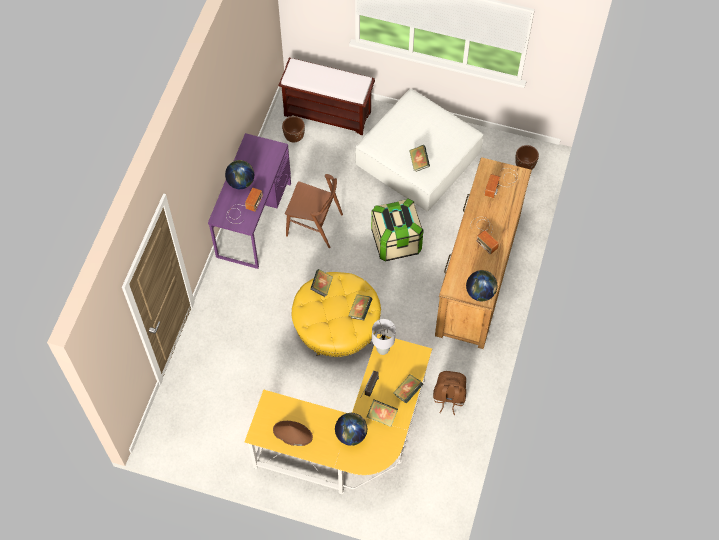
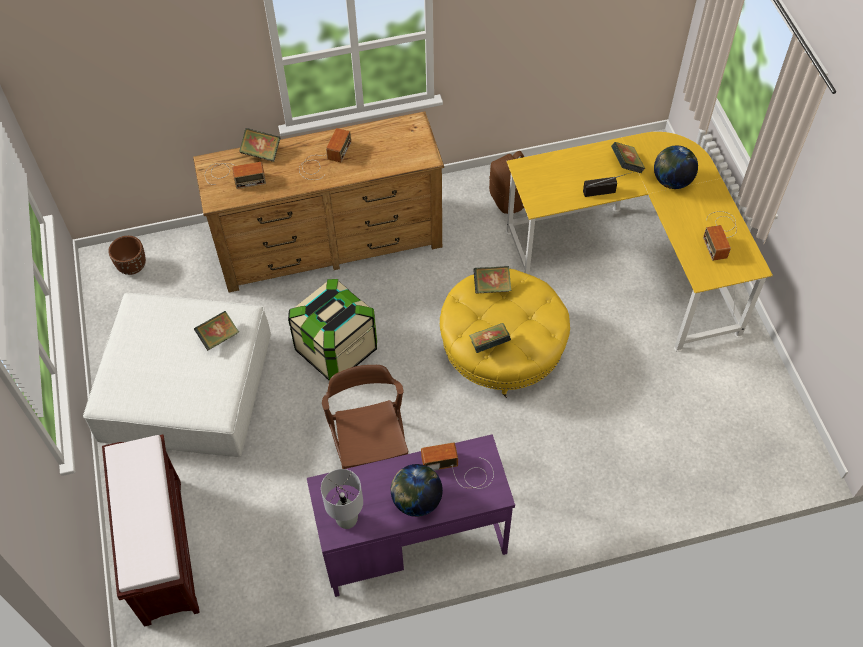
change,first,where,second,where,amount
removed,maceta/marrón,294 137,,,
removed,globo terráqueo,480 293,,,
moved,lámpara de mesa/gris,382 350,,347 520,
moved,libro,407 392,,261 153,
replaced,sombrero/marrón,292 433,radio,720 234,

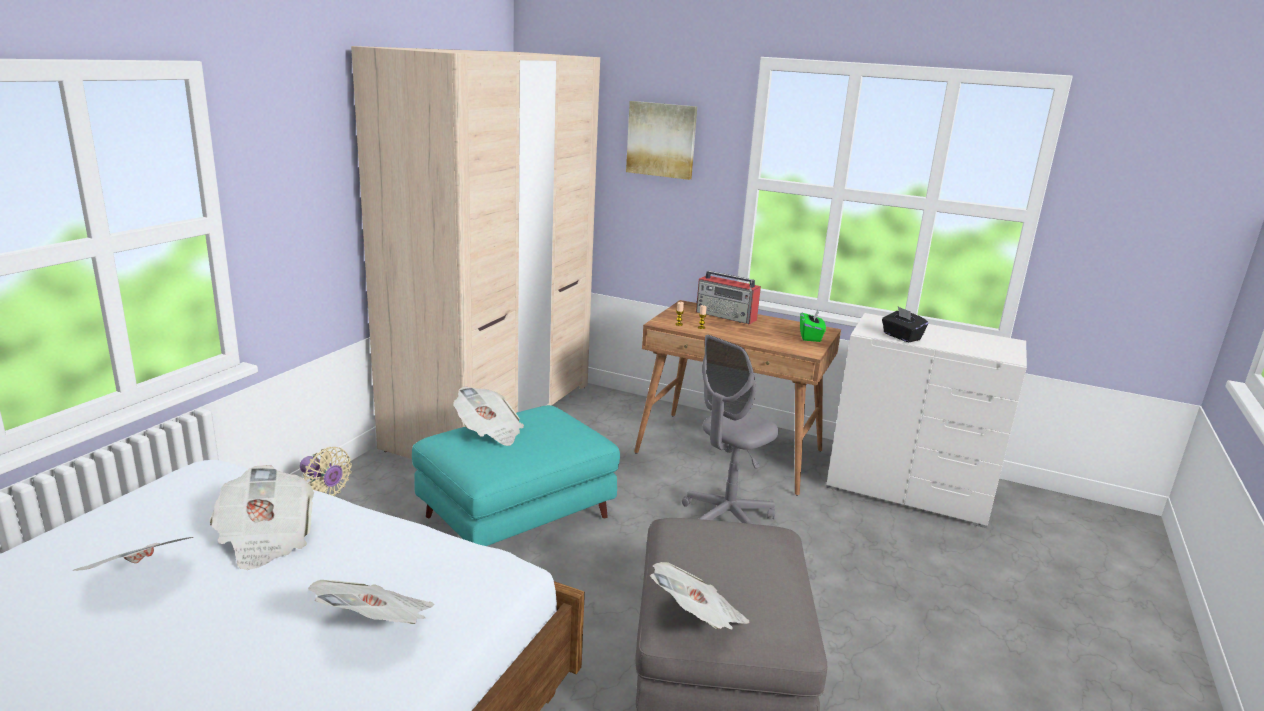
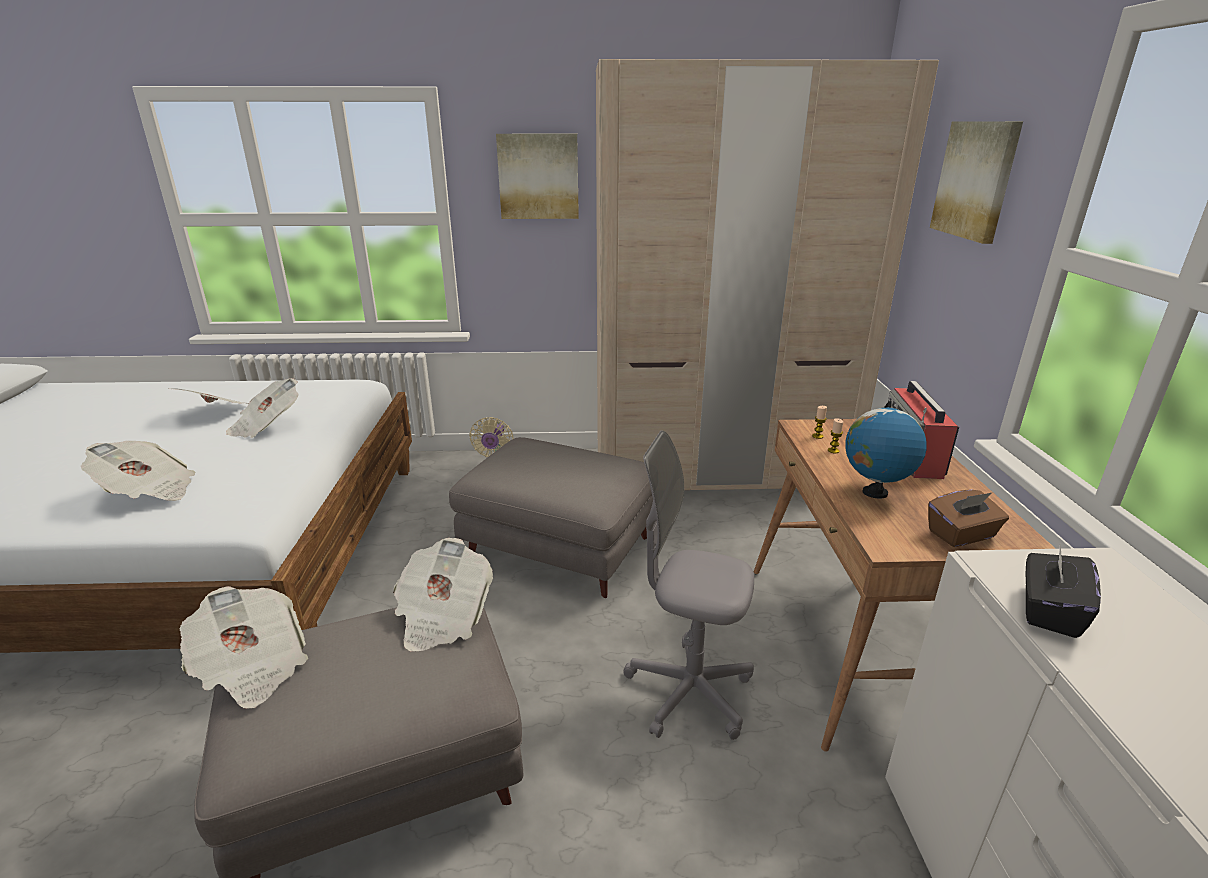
change,first,where,second,where,amount
added,,,cuadro,538 176,
added,,,globo terráqueo,874 493,
moved,periódico,489 432,,443 616,
recoloured,puf/turquesa,517 517,puf/gris,560 547,
recoloured,caja de pañuelos/verde,810 337,caja de pañuelos/marrón,961 535,

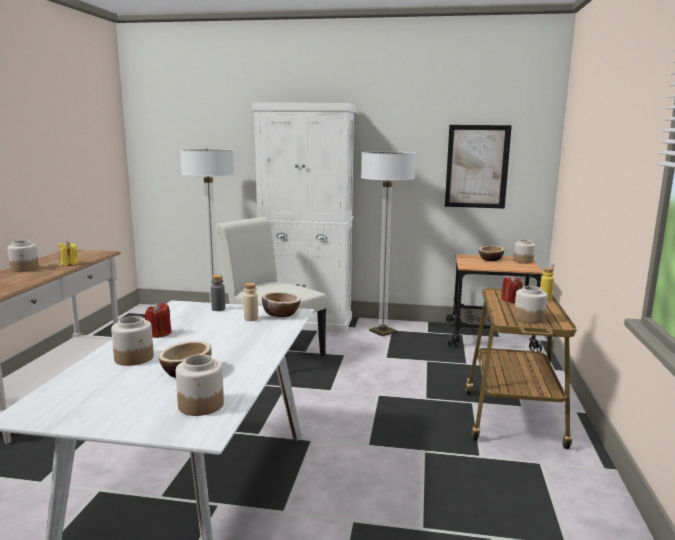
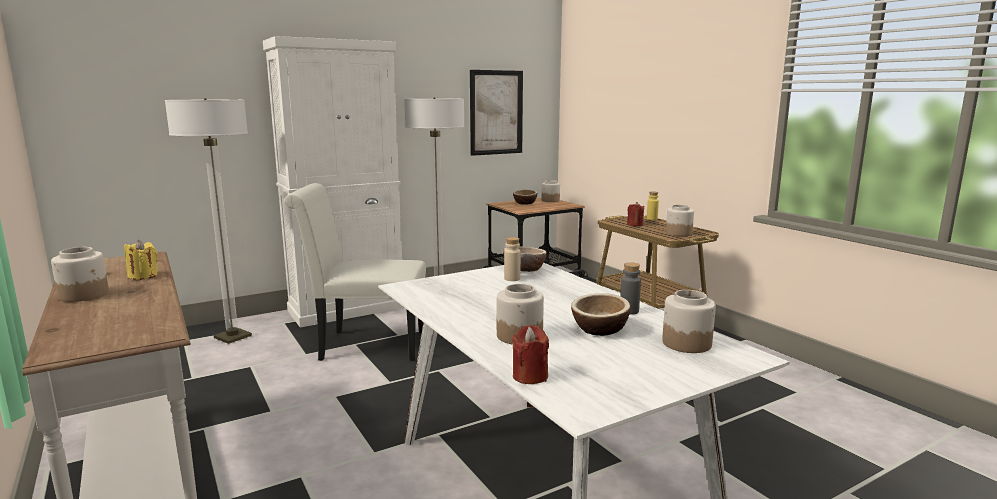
change,first,where,second,where,amount
moved,vela/rojo,159 334,,530 376,
moved,botella/gris,218 309,,629 311,

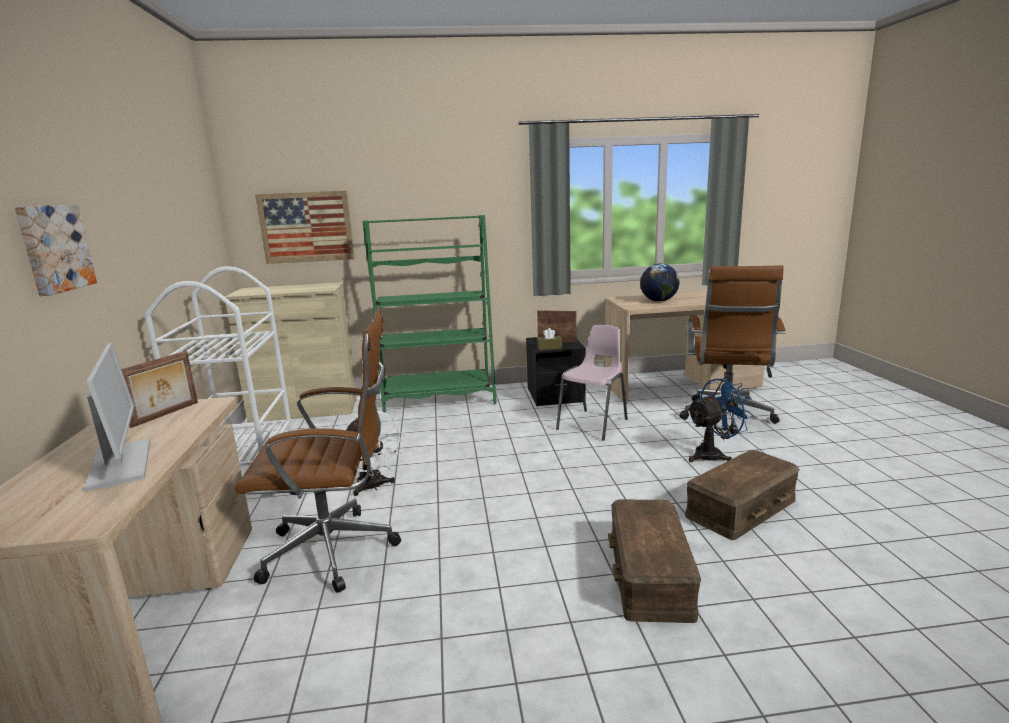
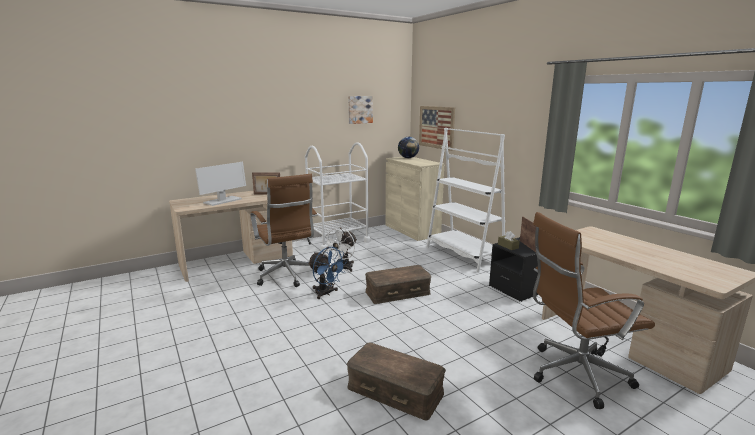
change,first,where,second,where,amount
removed,silla/rosa,594 424,,,
moved,cuadro,54 248,,360 109,
moved,caja de almacenaje/marrón,648 574,,397 292,
moved,globo terráqueo,658 301,,408 158,
moved,ventilador/azul,713 455,,326 293,
recoloured,estantería/verde,438 399,estantería/blanco,464 255,

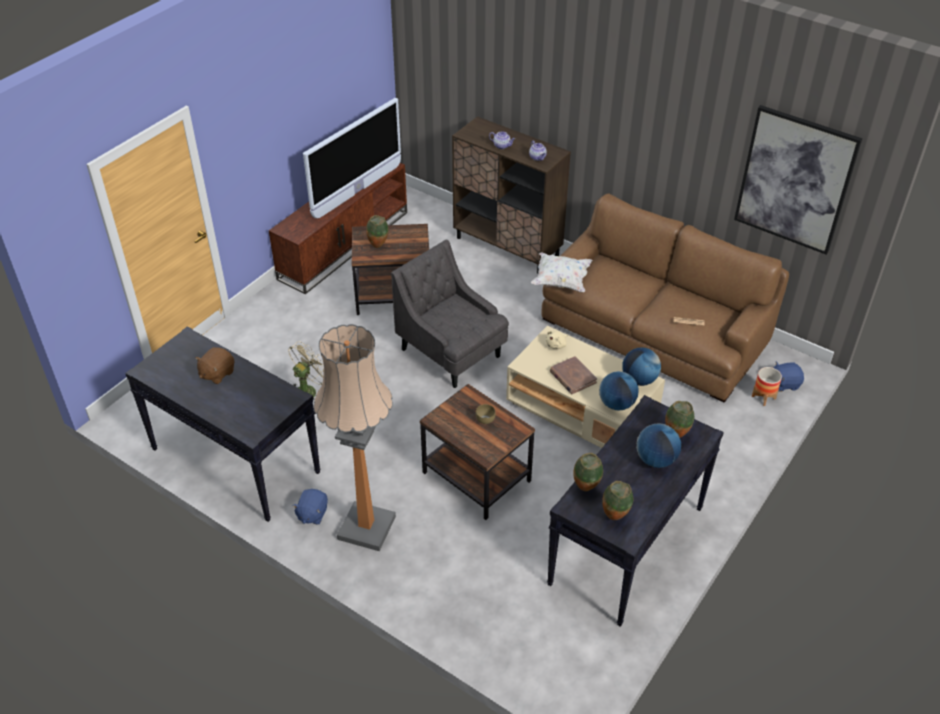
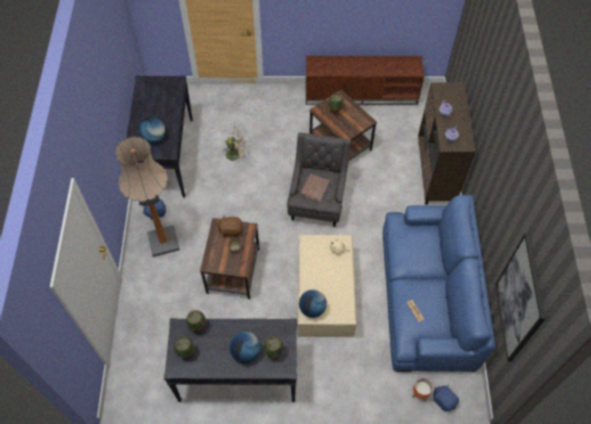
change,first,where,second,where,amount
removed,televisor,357 191,,,
removed,cojín/blanco,561 281,,,
moved,peluche/marrón,217 373,,230 230,
moved,libro/marrón,572 377,,314 188,
moved,globo terráqueo,639 380,,154 137,
recoloured,sofá/marrón,653 332,sofá/azul,427 297,

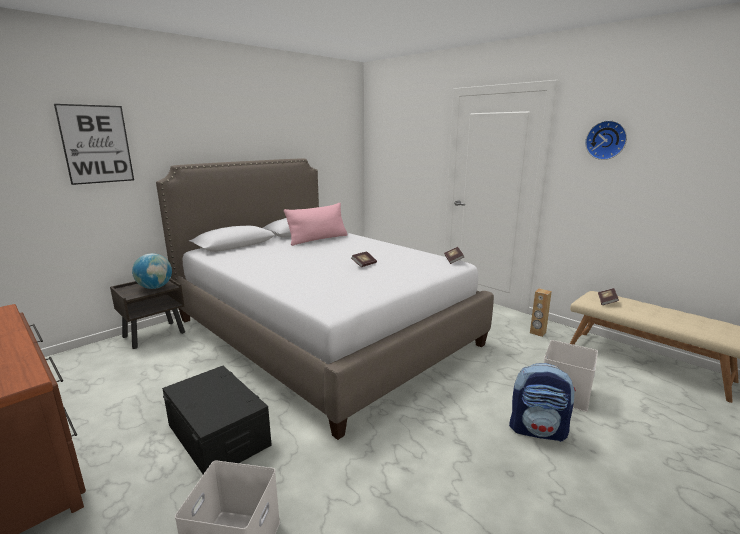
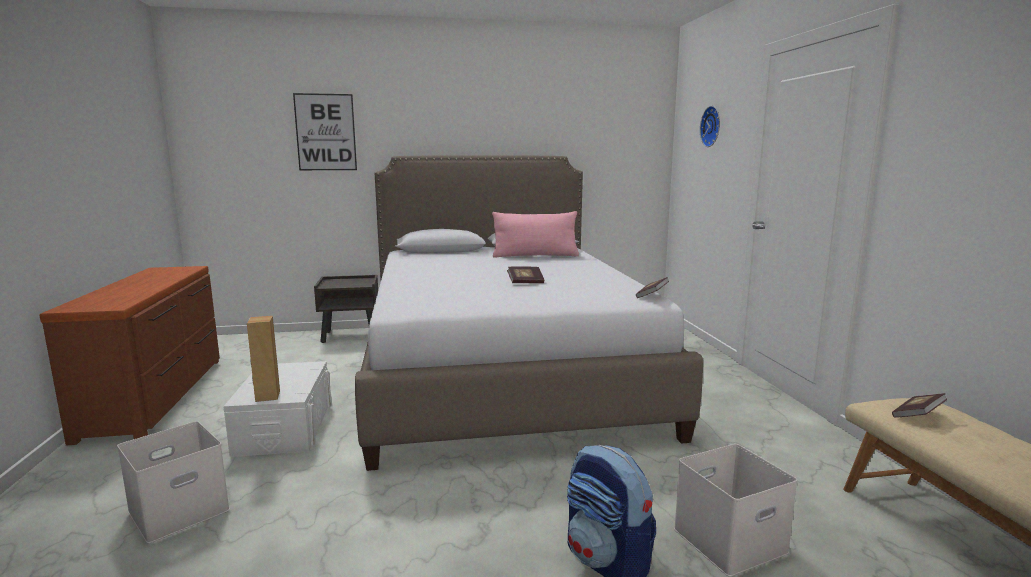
change,first,where,second,where,amount
removed,globo terráqueo,155 287,,,
moved,altavoz/marrón,537 333,,267 396,
moved,reloj de pared,606 140,,712 126,
recoloured,caja de almacenaje/negro,218 435,caja de almacenaje/blanco,284 427,

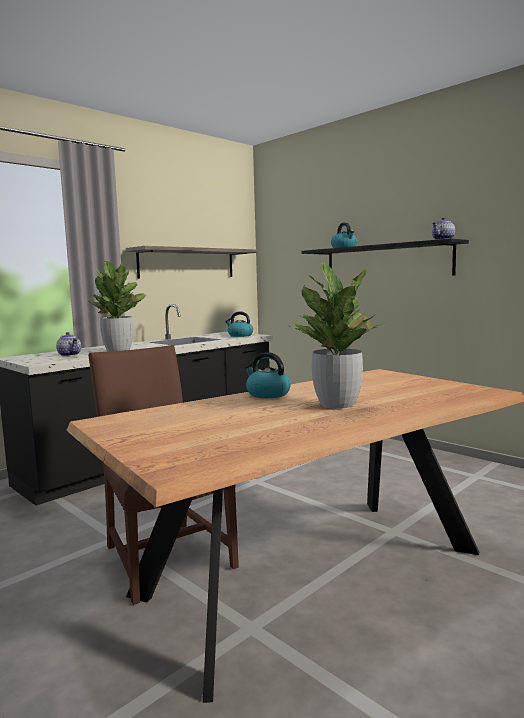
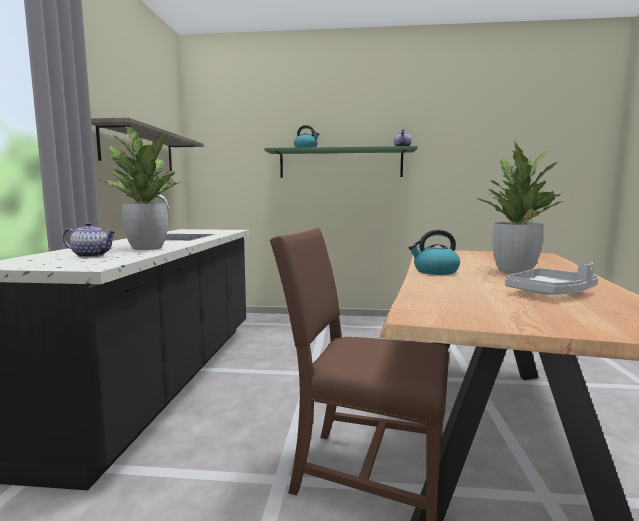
change,first,where,second,where,amount
removed,hervidor,240 335,,,
added,,,bandeja/gris,550 293,
recoloured,estante/negro,386 261,estante/verde,340 164,

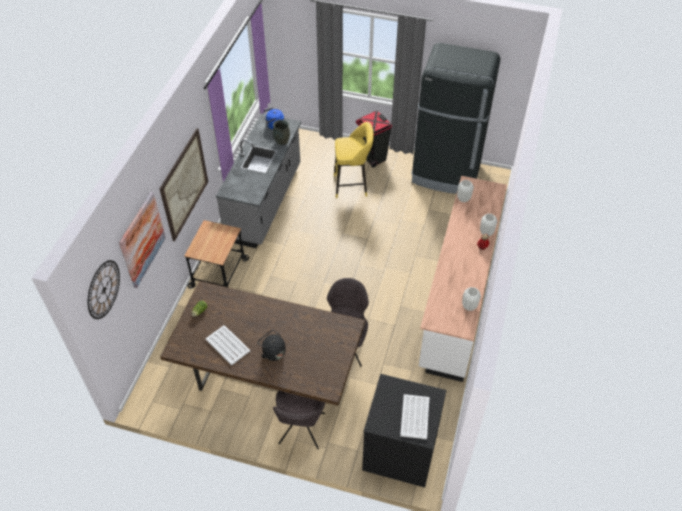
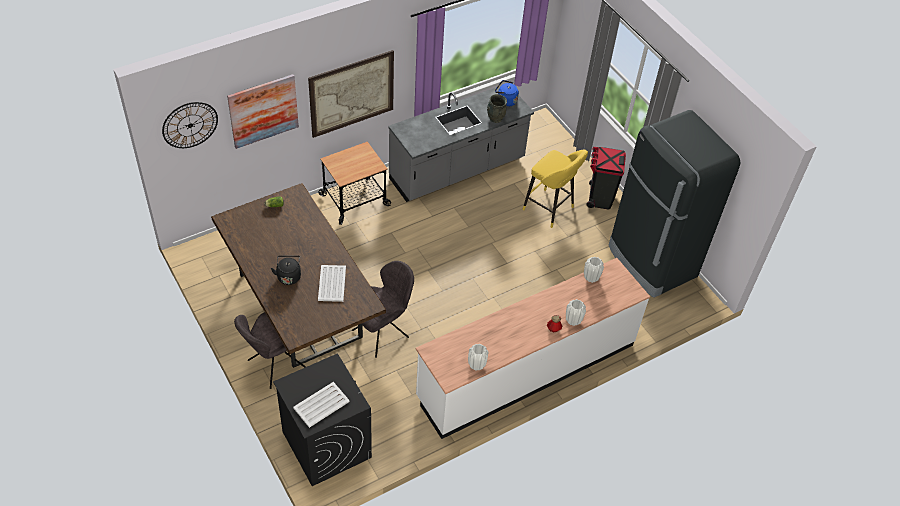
change,first,where,second,where,amount
moved,bandeja/blanco,227 345,,332 283,

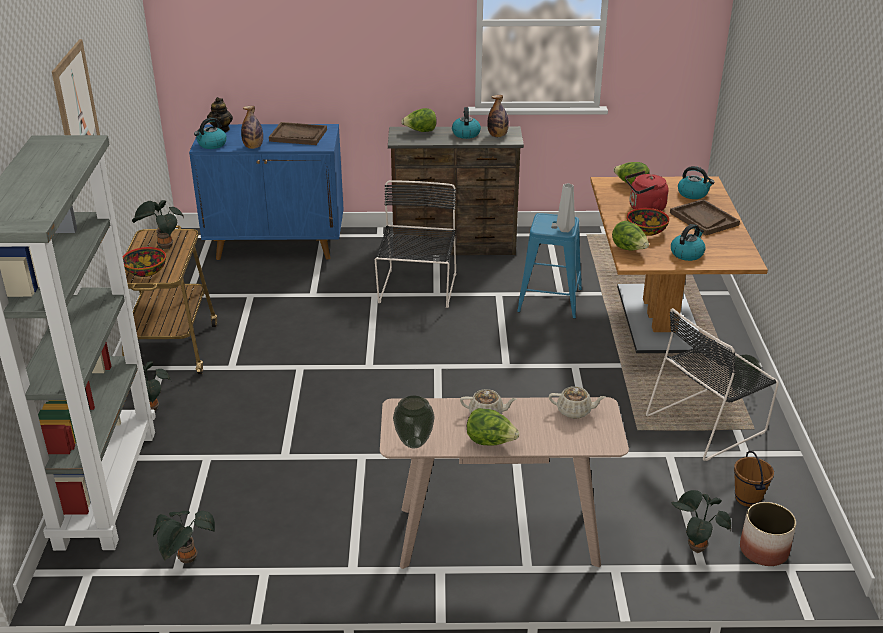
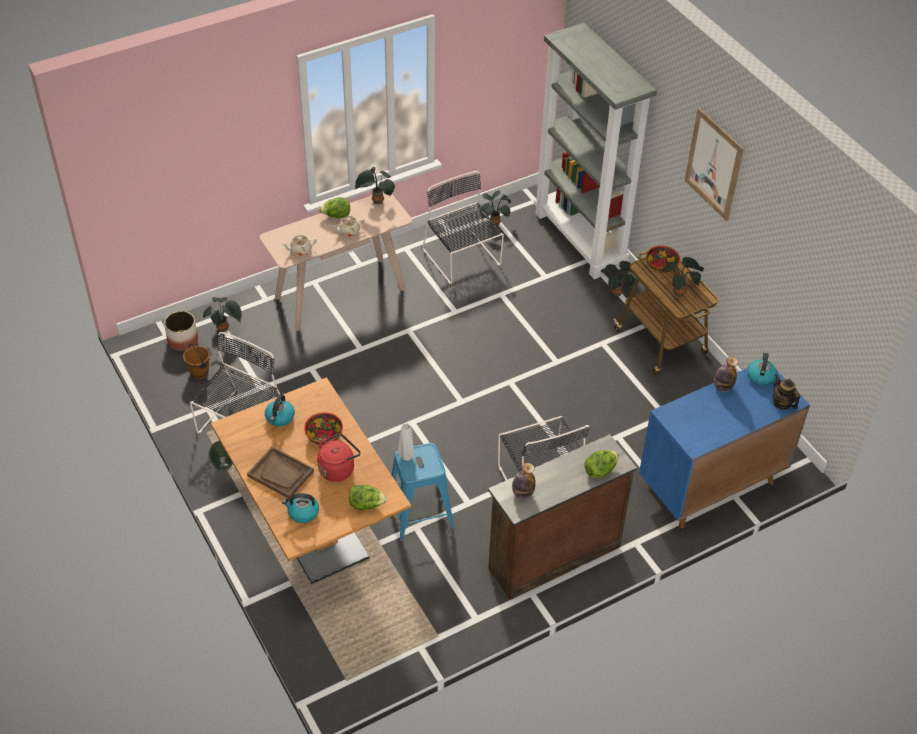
change,first,where,second,where,amount
removed,bandeja/marrón,298 135,,,
removed,hervidor,465 133,,,
removed,lechuga,629 249,,,
added,,,silla/negro,462 259,
replaced,florero,413 443,planta en maceta,376 201,

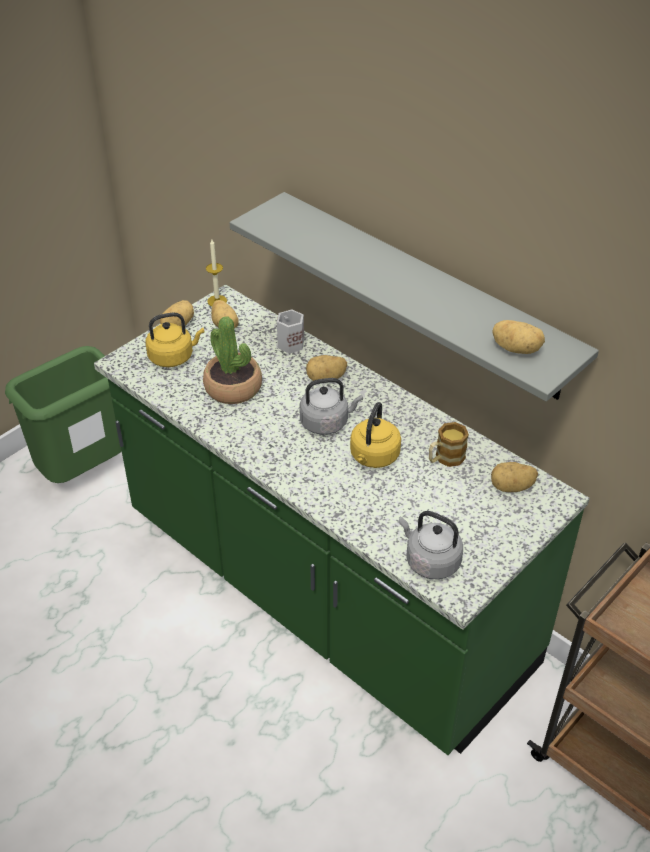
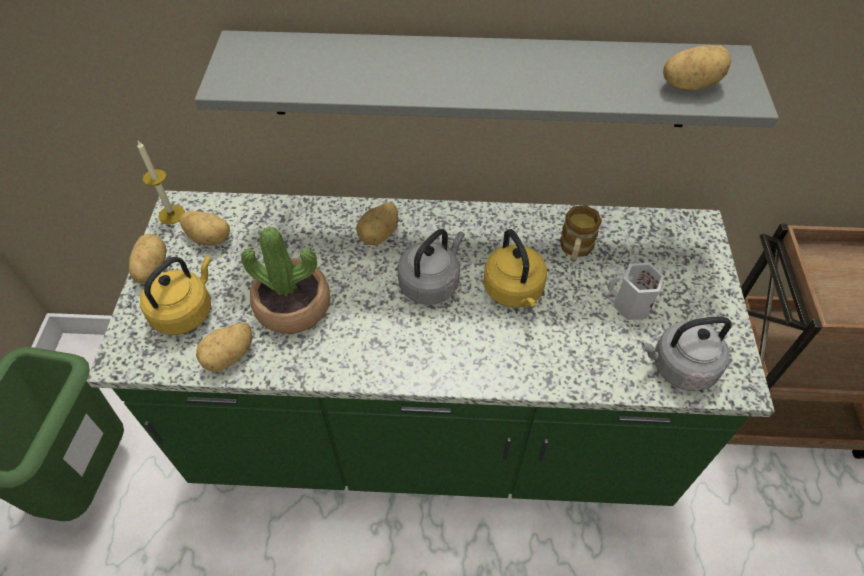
change,first,where,second,where,amount
moved,taza grande/blanco,289 343,,630 305,
moved,patata,512 487,,230 356,

